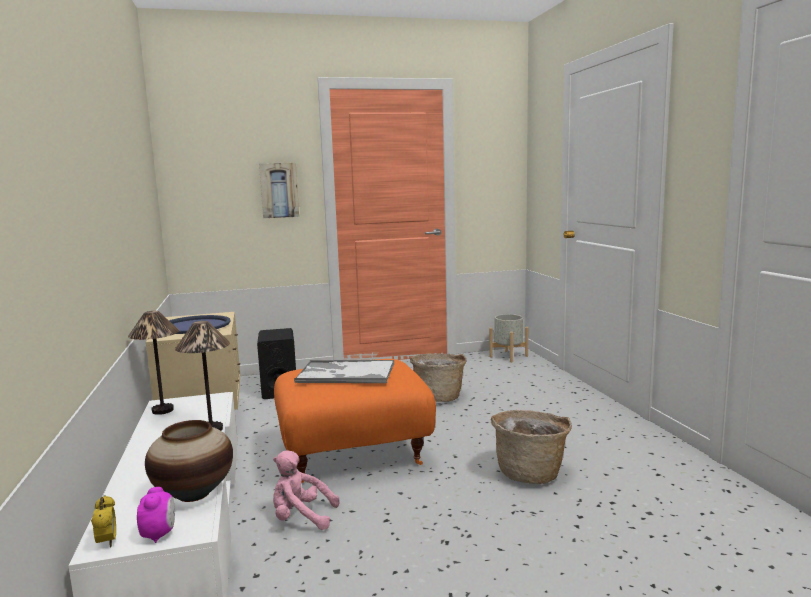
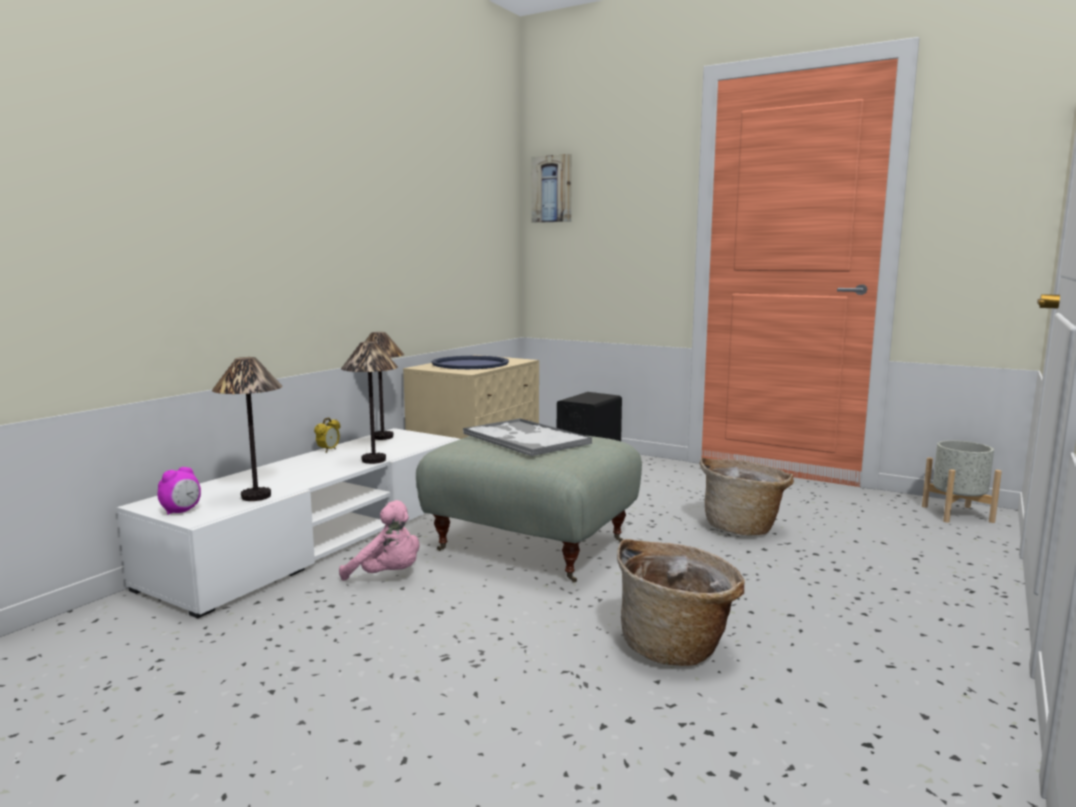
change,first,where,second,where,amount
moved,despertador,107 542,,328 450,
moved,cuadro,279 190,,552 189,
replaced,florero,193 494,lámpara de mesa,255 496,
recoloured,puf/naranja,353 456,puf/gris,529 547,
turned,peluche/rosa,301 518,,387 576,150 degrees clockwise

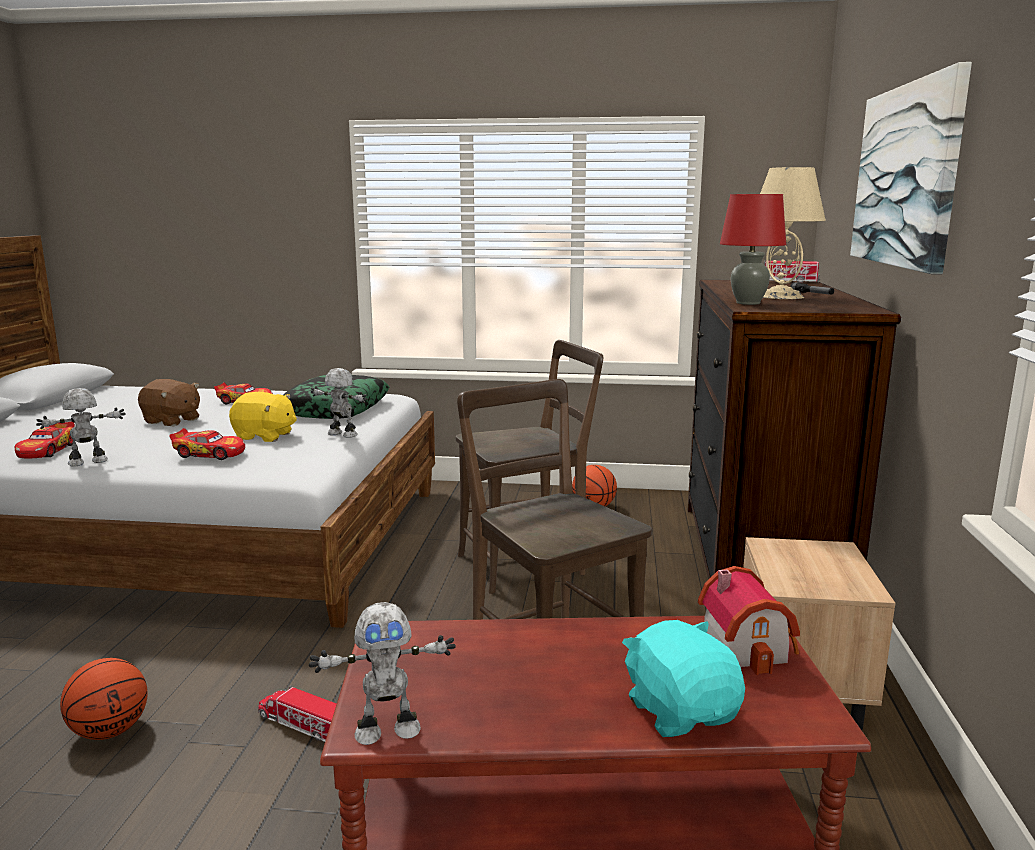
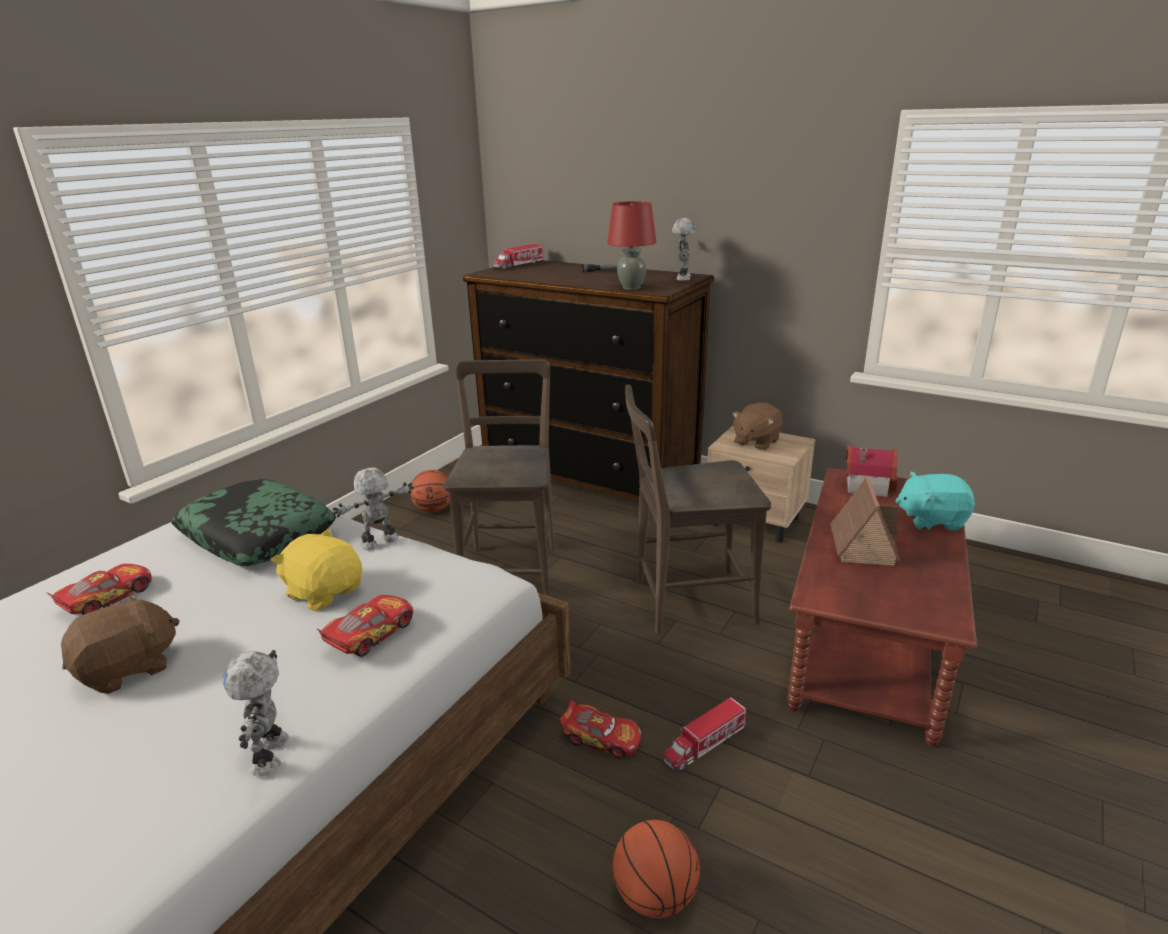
change,first,where,second,where,amount
removed,lámpara de mesa/beis,781 296,,,
removed,cuadro,905 176,,,
added,,,peluche/marrón,755 442,
added,,,casita,862 545,
moved,coche de juguete,48 450,,601 738,
moved,robot de juguete,387 730,,682 278,
turned,peluche/amarillo,264 436,,325 592,90 degrees counterclockwise

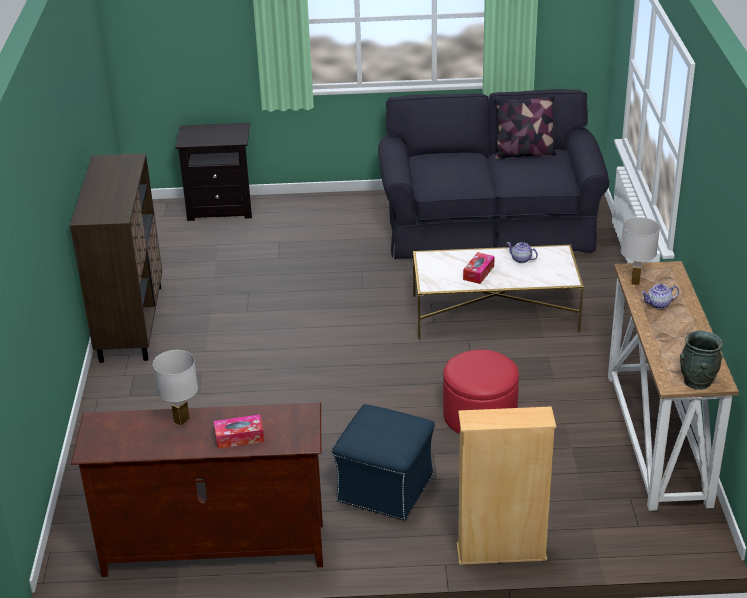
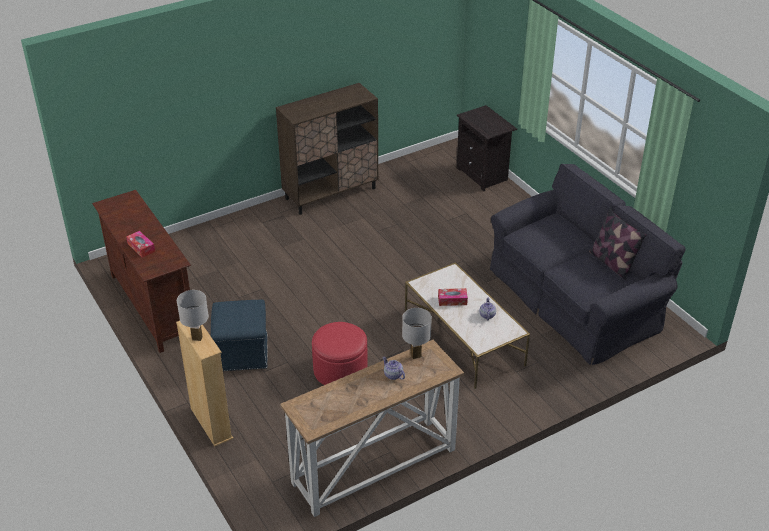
change,first,where,second,where,amount
removed,florero/gris,697 382,,,
moved,lámpara de mesa/blanco,181 421,,197 338,

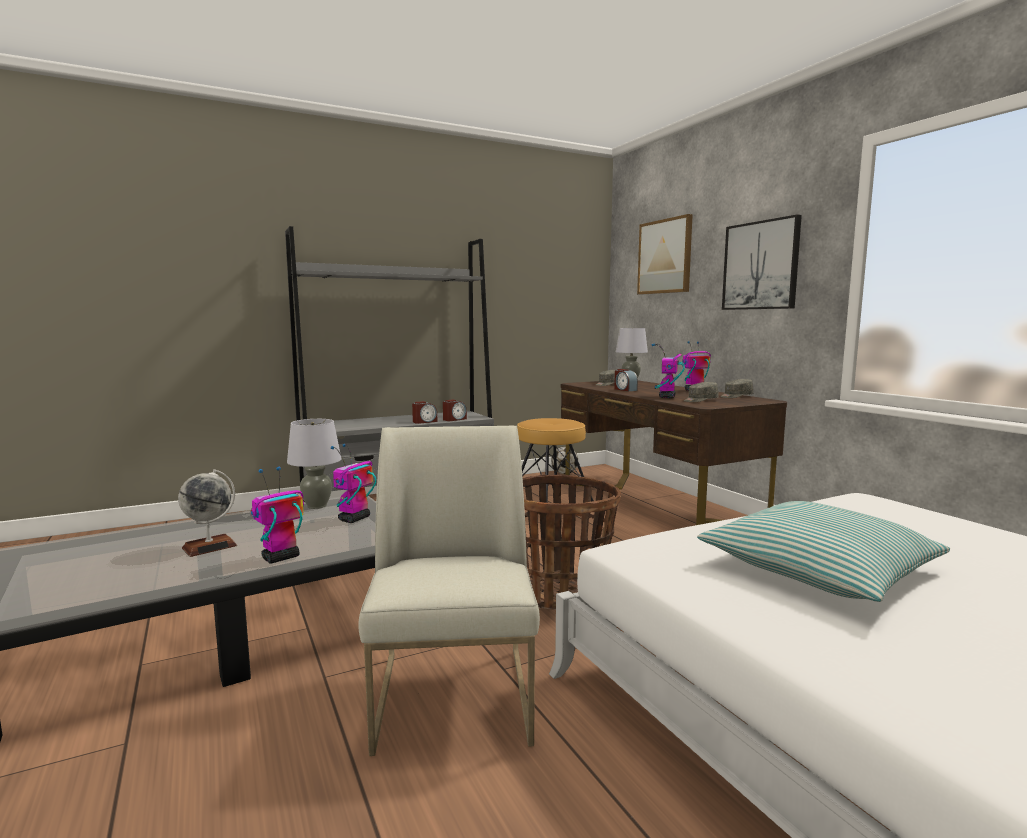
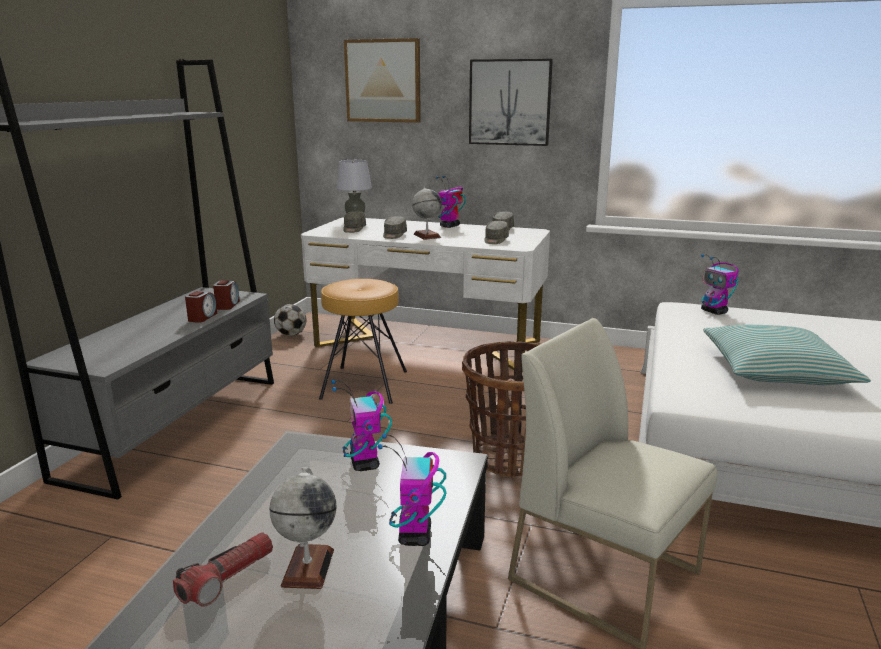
change,first,where,second,where,amount
removed,lámpara de mesa/gris,317 506,,,
added,,,linterna,227 579,
added,,,globo terráqueo,427 236,
moved,robot de juguete,667 397,,714 312,
replaced,despertador,625 390,gorra/gris,394 235,
recoloured,escritorio/marrón,655 503,escritorio/blanco,427 343,

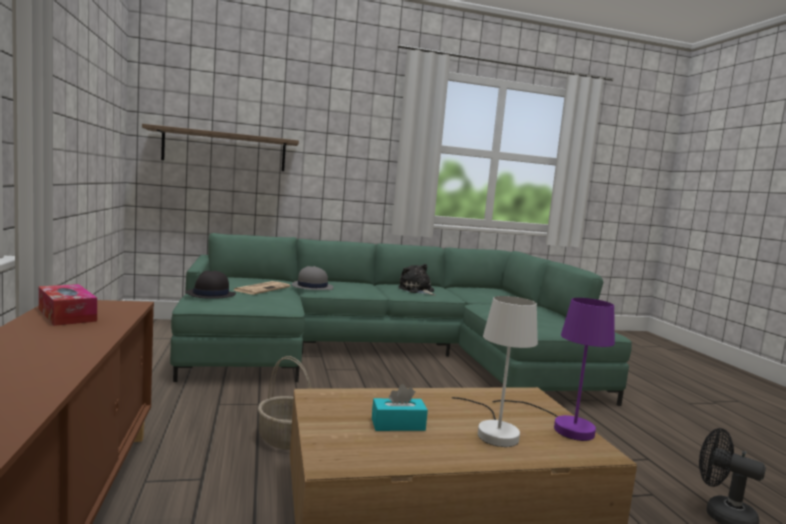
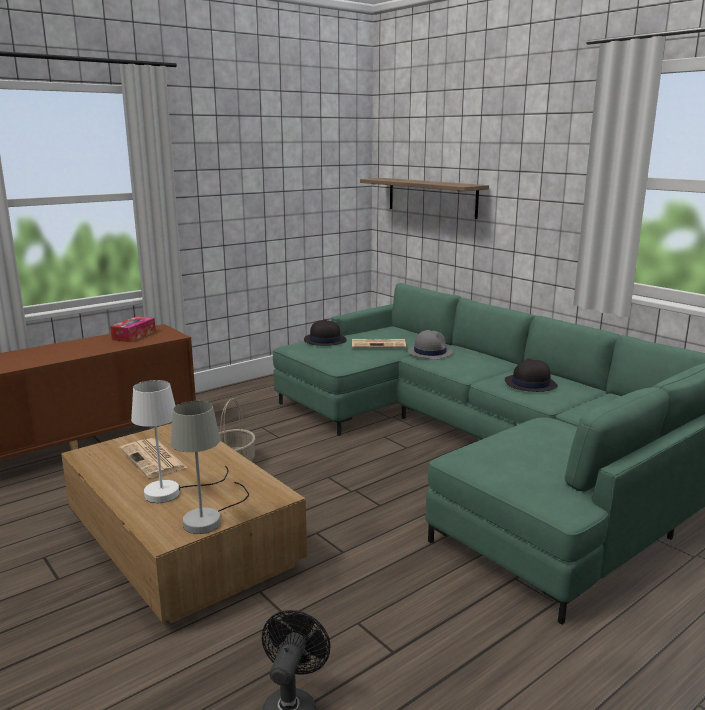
change,first,where,second,where,amount
replaced,caja de pañuelos/turquesa,398 424,periódico,154 459,
replaced,peluche,417 290,sombrero/negro,530 384,
recoloured,lámpara de mesa/morado,563 426,lámpara de mesa/gris,210 518,

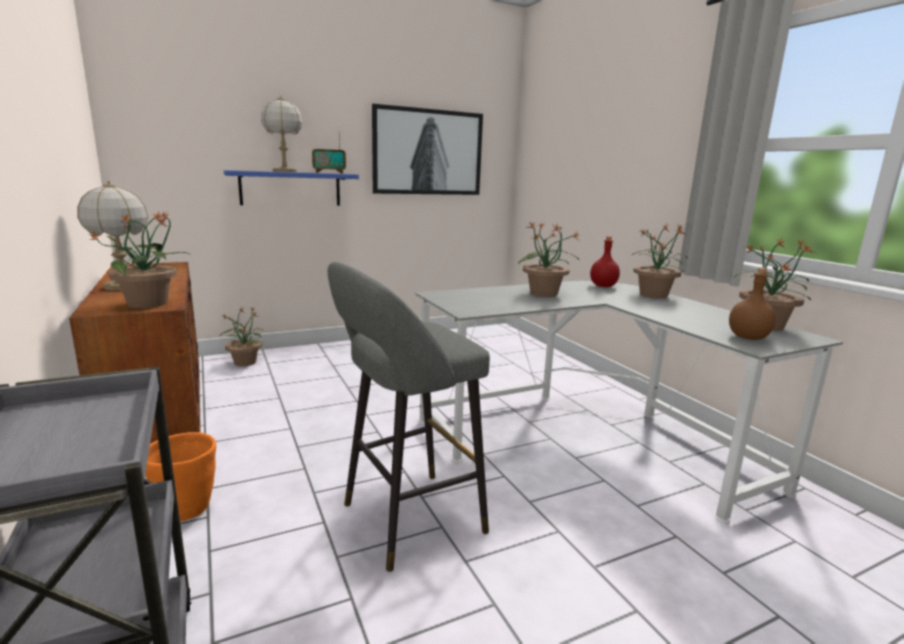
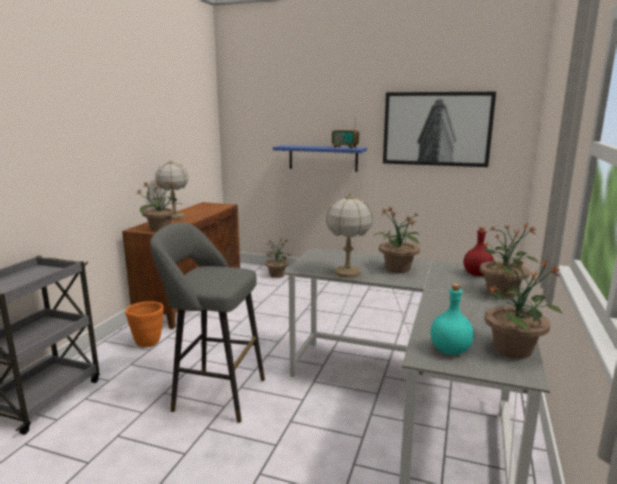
change,first,where,second,where,amount
moved,lámpara de mesa,284 171,,347 273,
recoloured,botella/marrón,747 337,botella/turquesa,449 350,

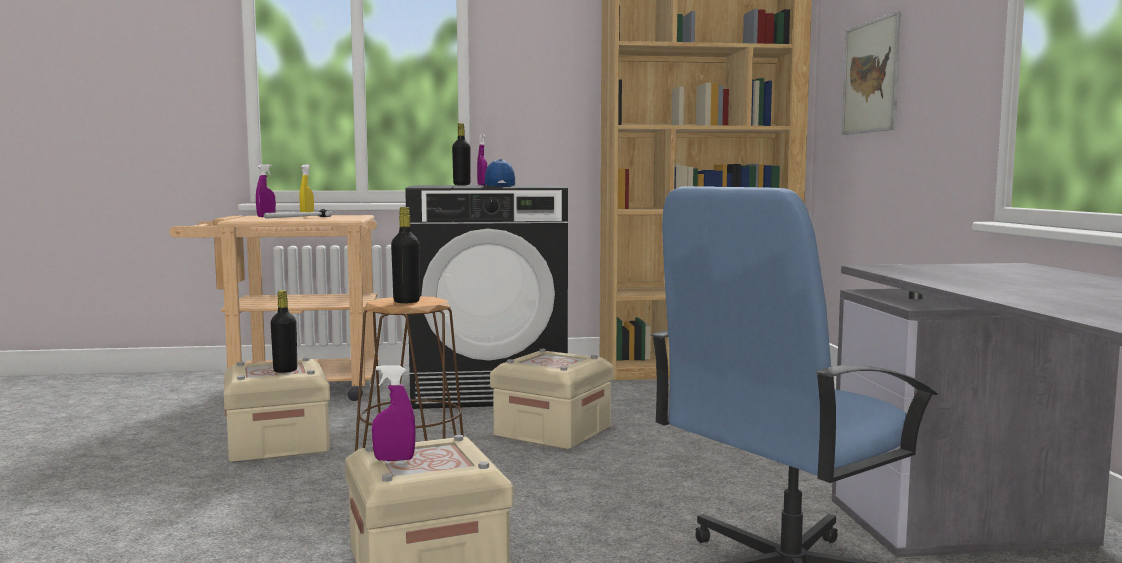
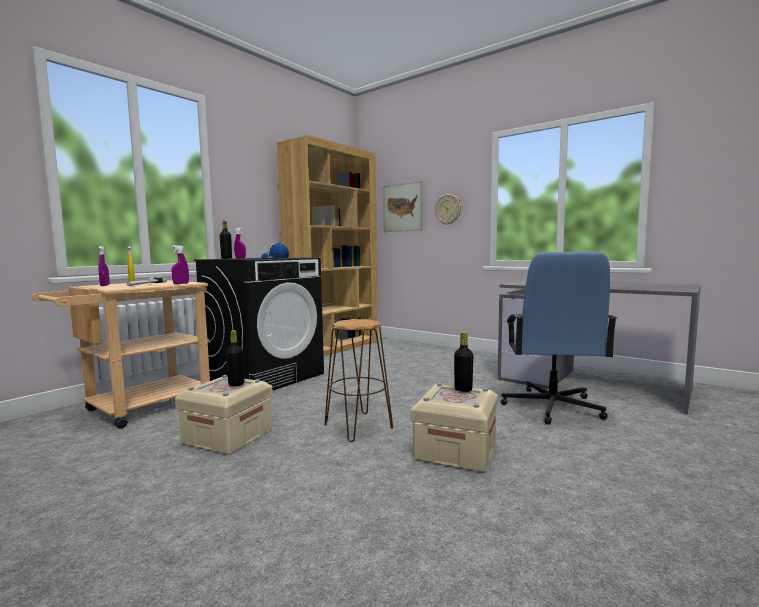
change,first,where,second,where,amount
removed,caja de almacenaje/beis,553 431,,,
added,,,reloj de pared,448 209,
moved,pulverizador/morado,394 459,,181 283,
moved,botella/negro,406 301,,463 389,

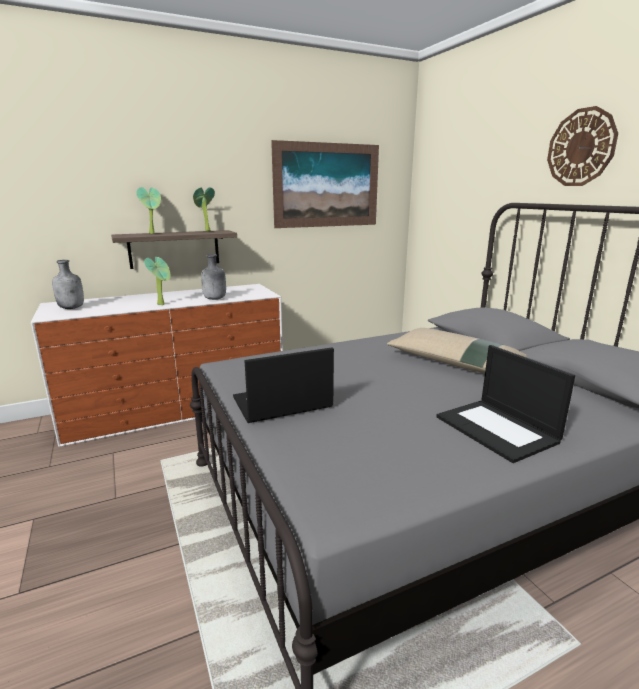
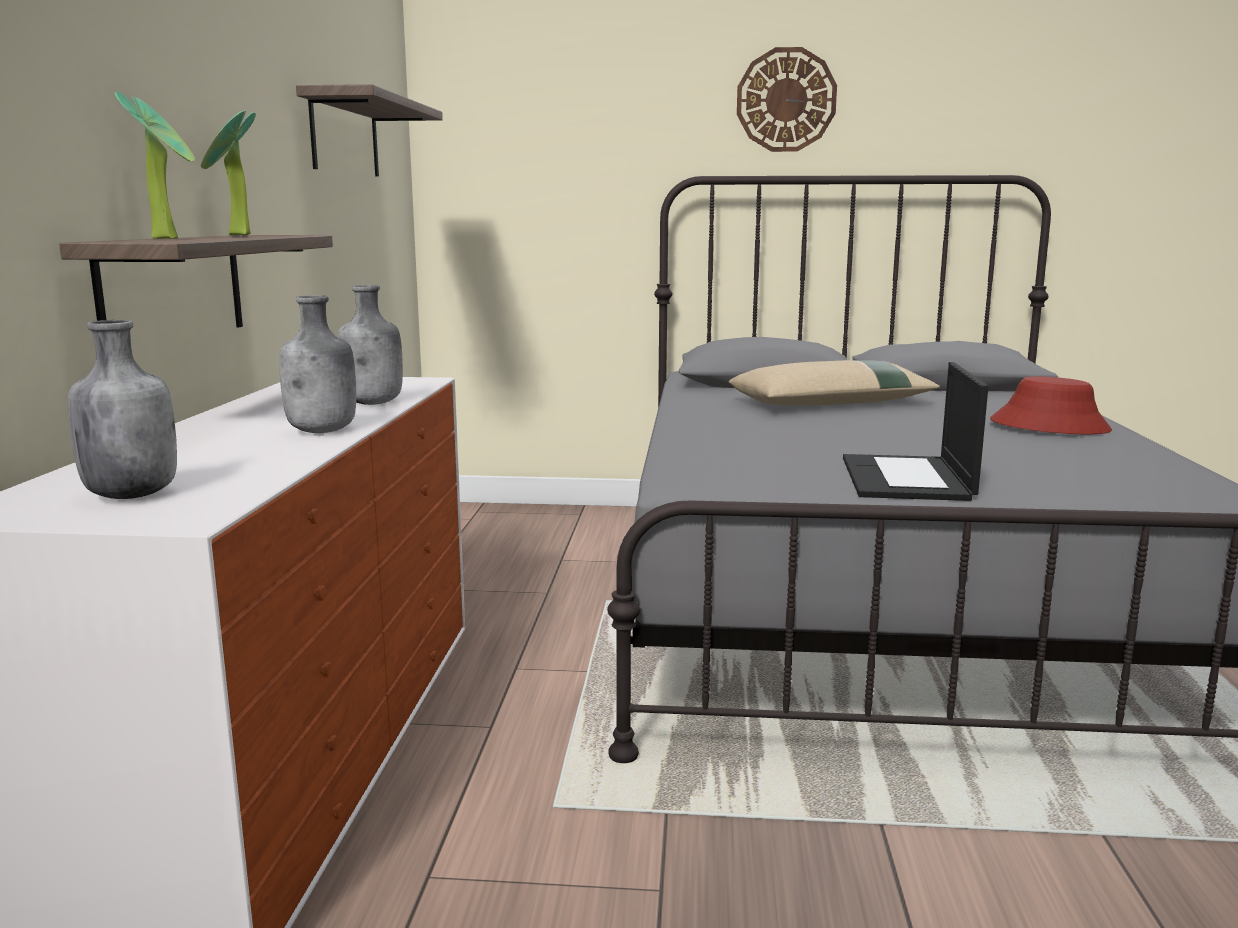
change,first,where,second,where,amount
replaced,planta en maceta,162 304,botella/gris,323 431,
replaced,cuadro,327 185,estante,345 136,
replaced,portátil,498 429,sombrero/rojo,1049 426,

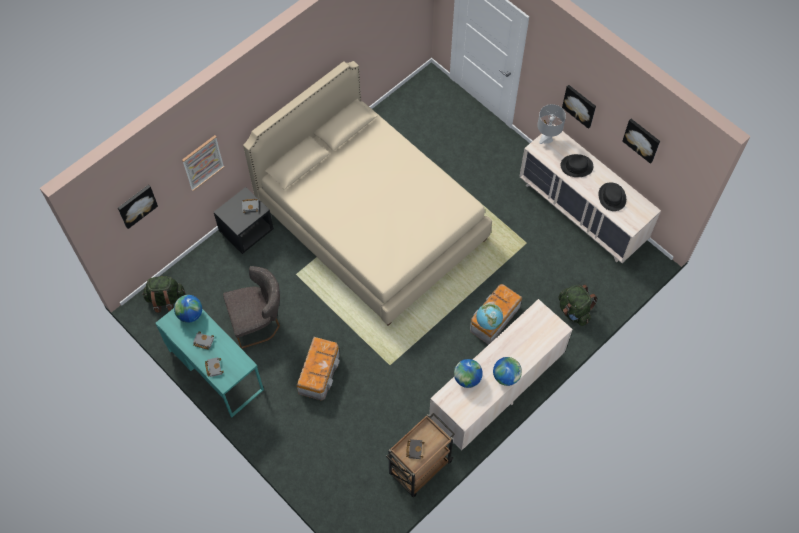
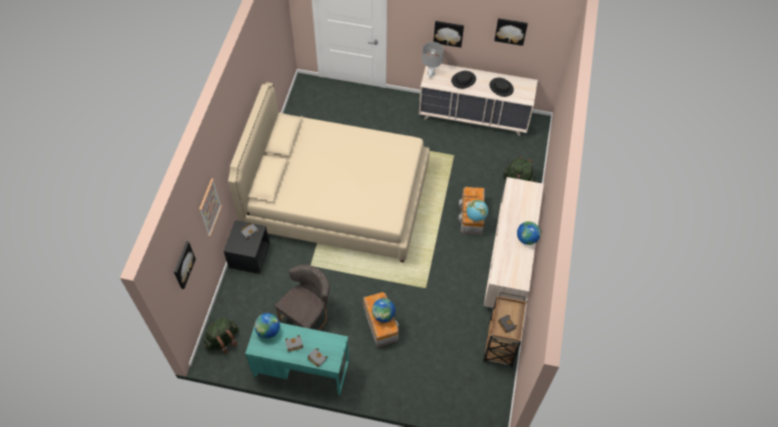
change,first,where,second,where,amount
moved,globo terráqueo,467 378,,383 315,

